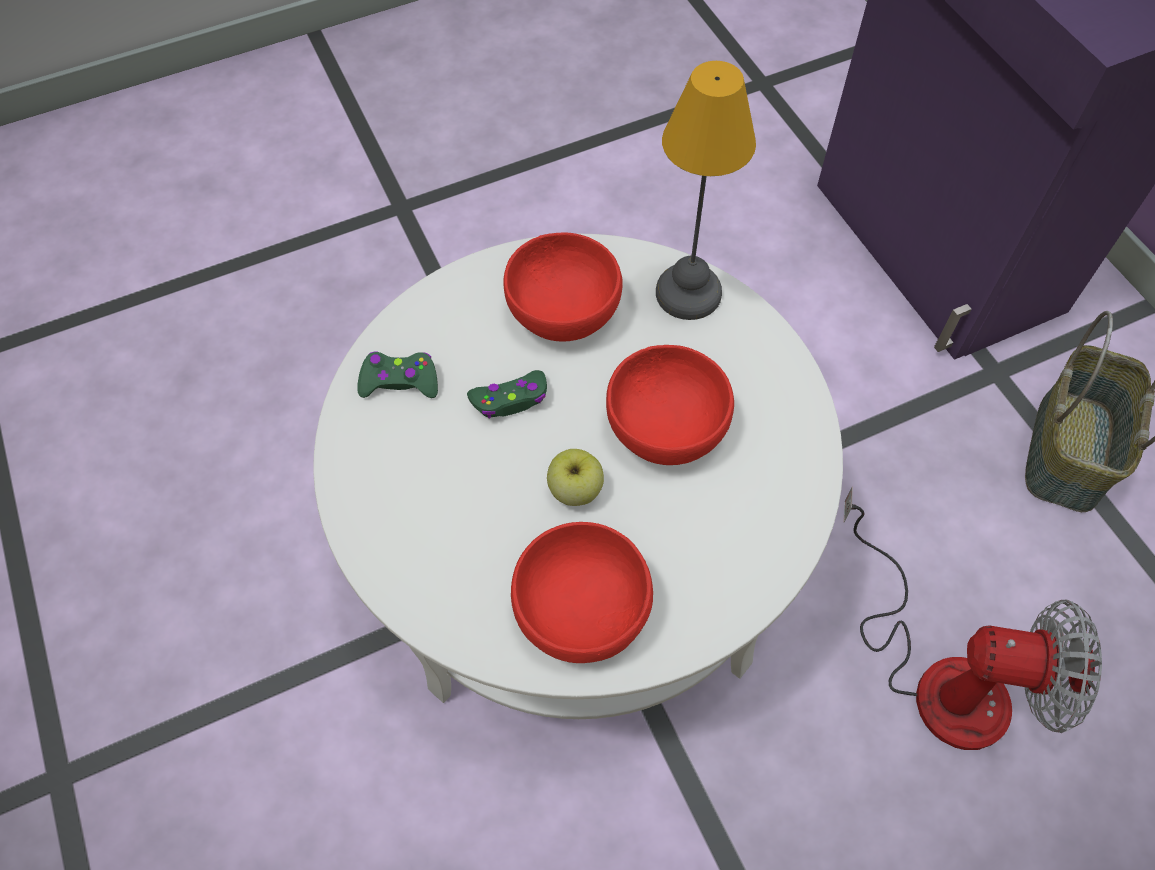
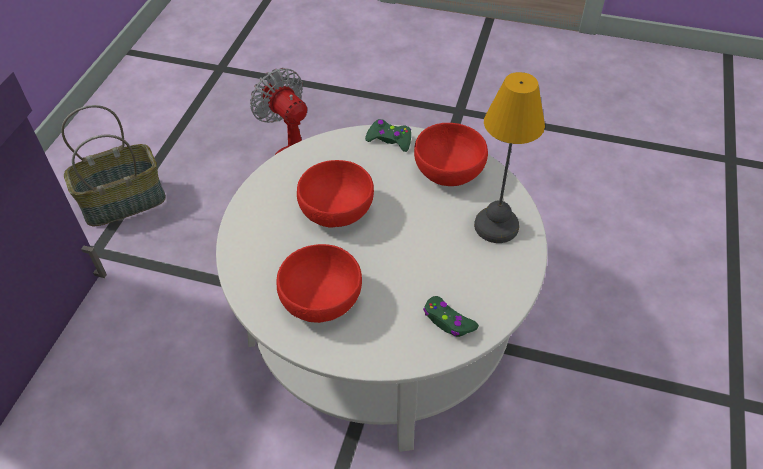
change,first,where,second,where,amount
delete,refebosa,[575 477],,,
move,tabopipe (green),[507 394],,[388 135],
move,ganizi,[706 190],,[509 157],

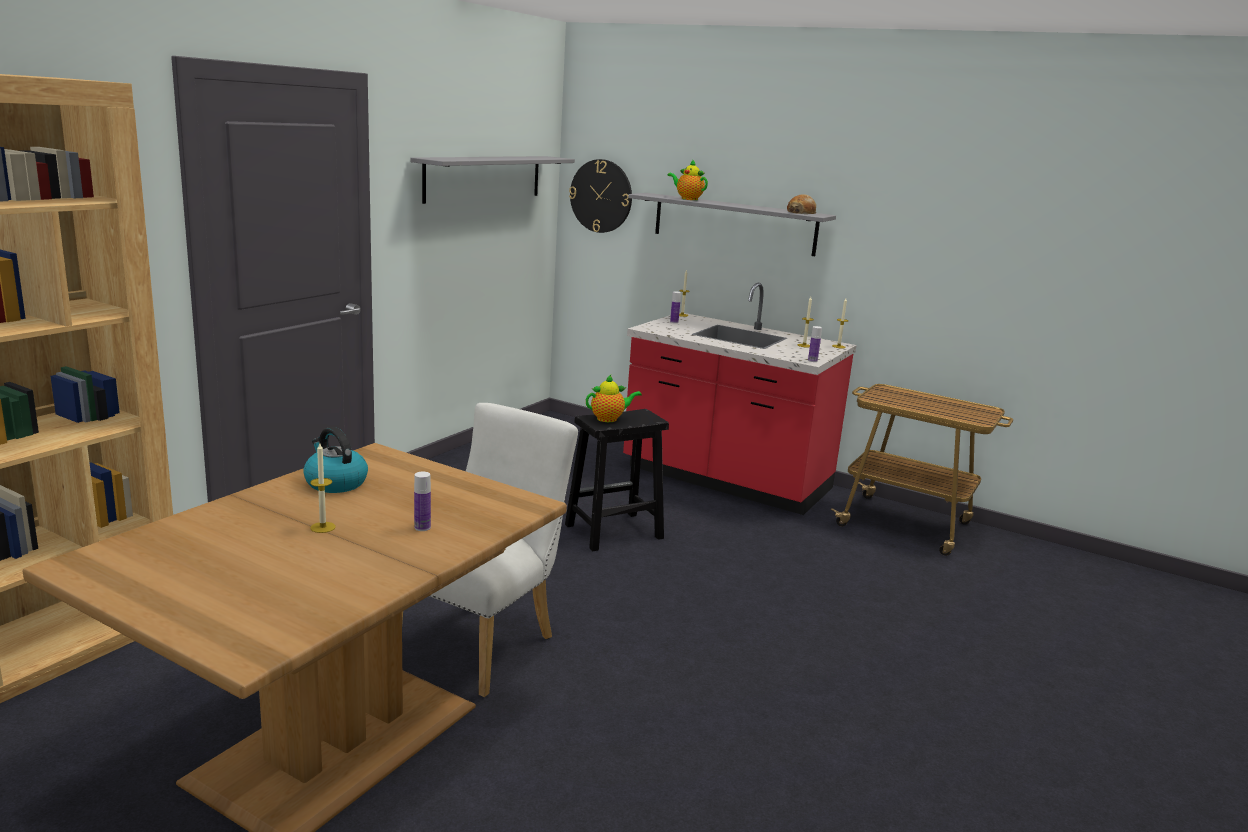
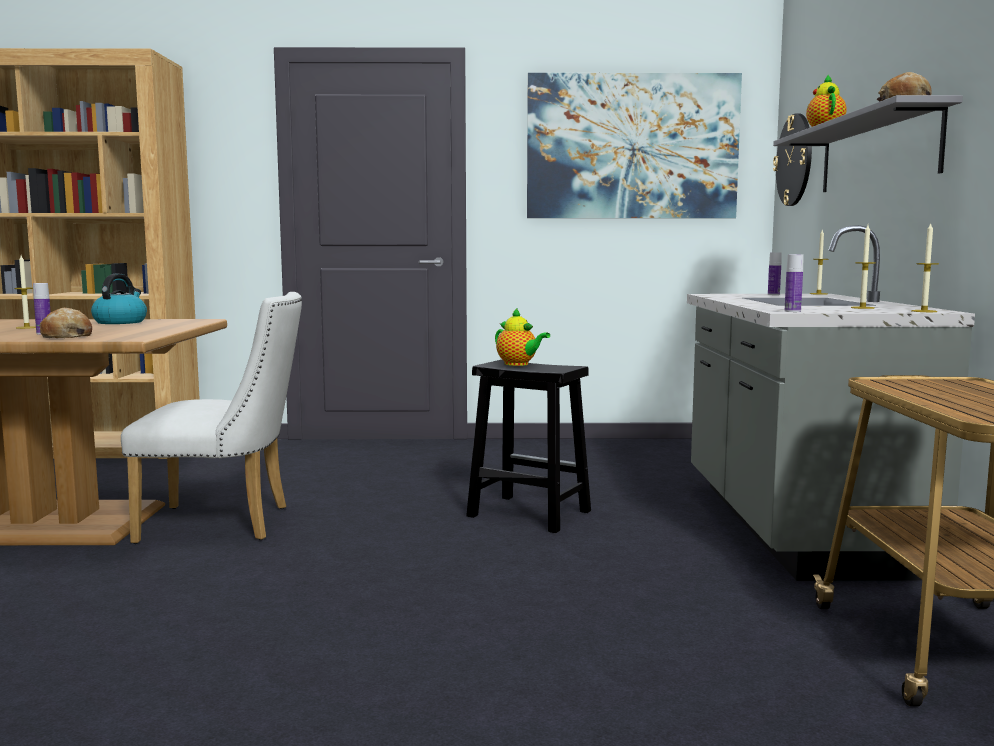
change,first,where,second,where,amount
insert,,,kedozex,[65 323],
replace,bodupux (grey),[492 180],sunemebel,[634 145],
recolor,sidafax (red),[740 399],sidafax (grey),[831 403],

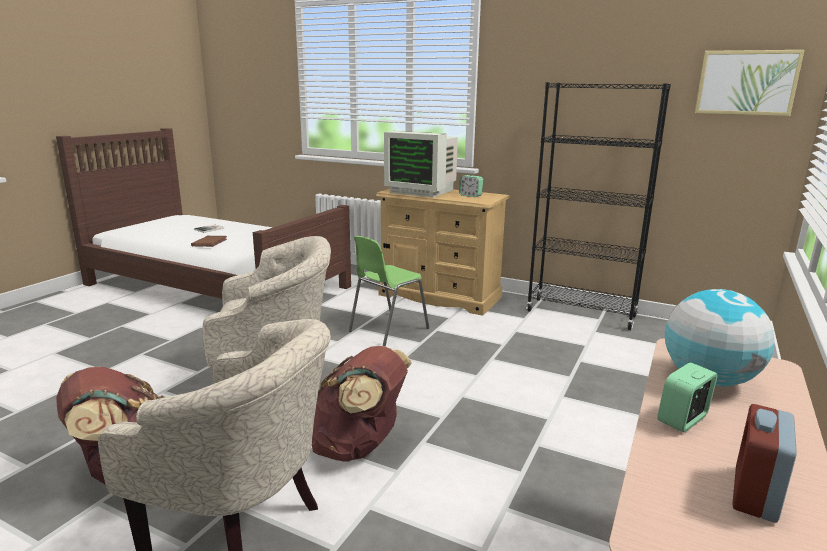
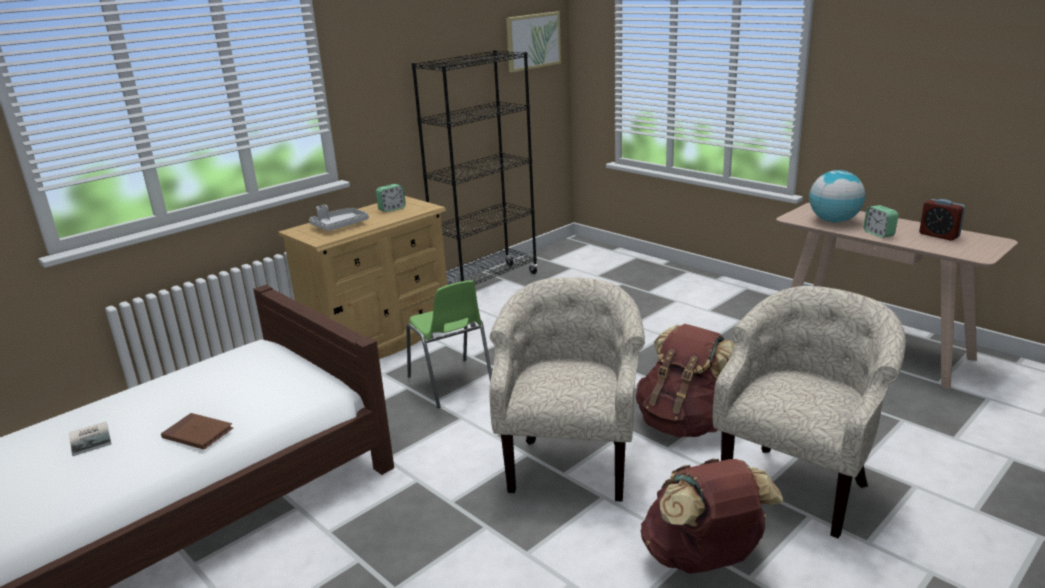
change,first,where,second,where,amount
replace,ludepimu,[421 164],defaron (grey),[339 218],

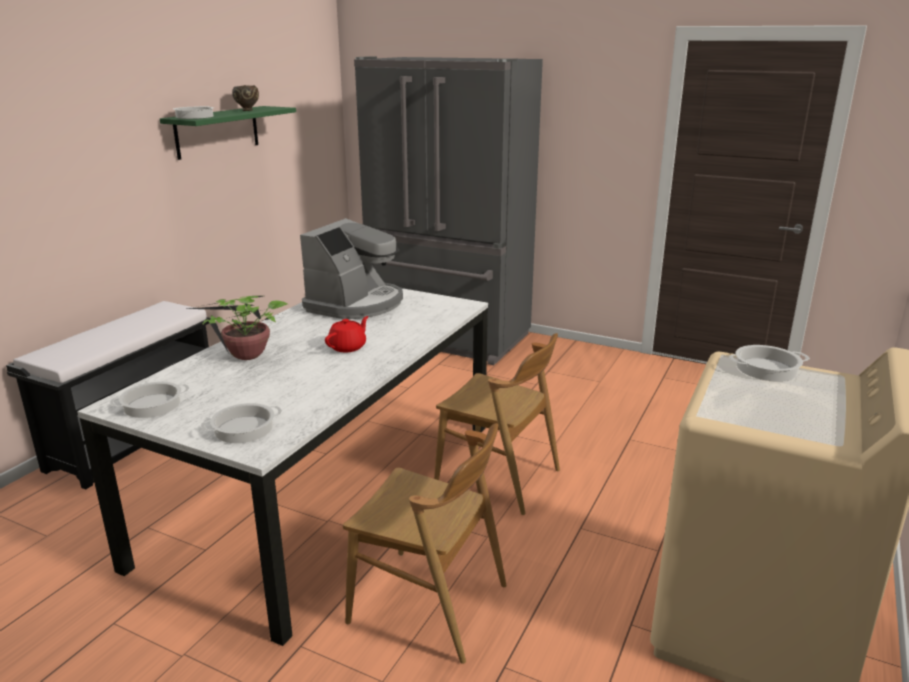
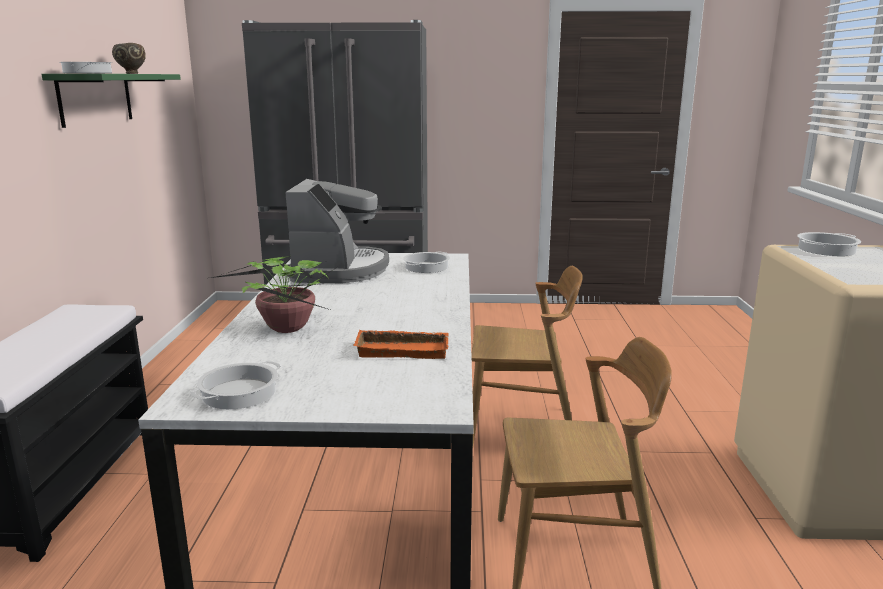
change,first,where,second,where,amount
delete,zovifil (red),[347 334],,,
insert,,,defaron (orange),[401 344],
move,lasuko,[241 423],,[426 262],

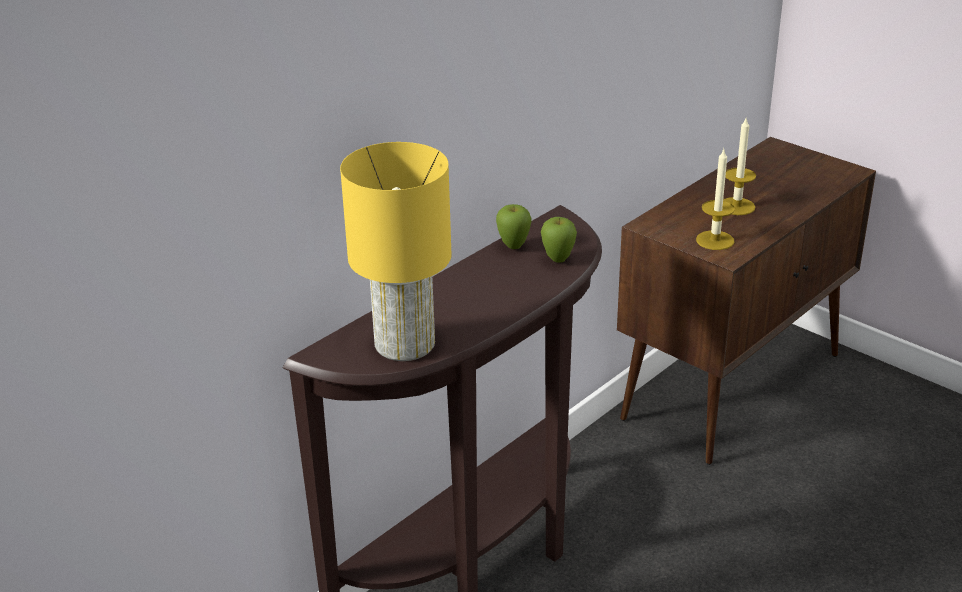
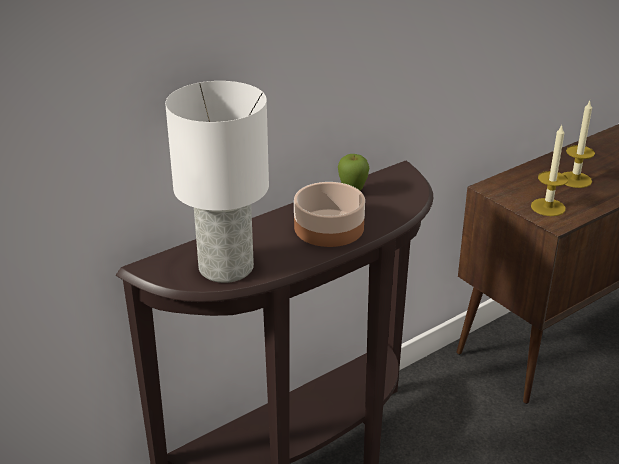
change,first,where,second,where,amount
delete,refebosa,[559 239],,,
insert,,,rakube,[329 214],
recolor,ganizi (yellow),[396 251],ganizi (white),[217 182],

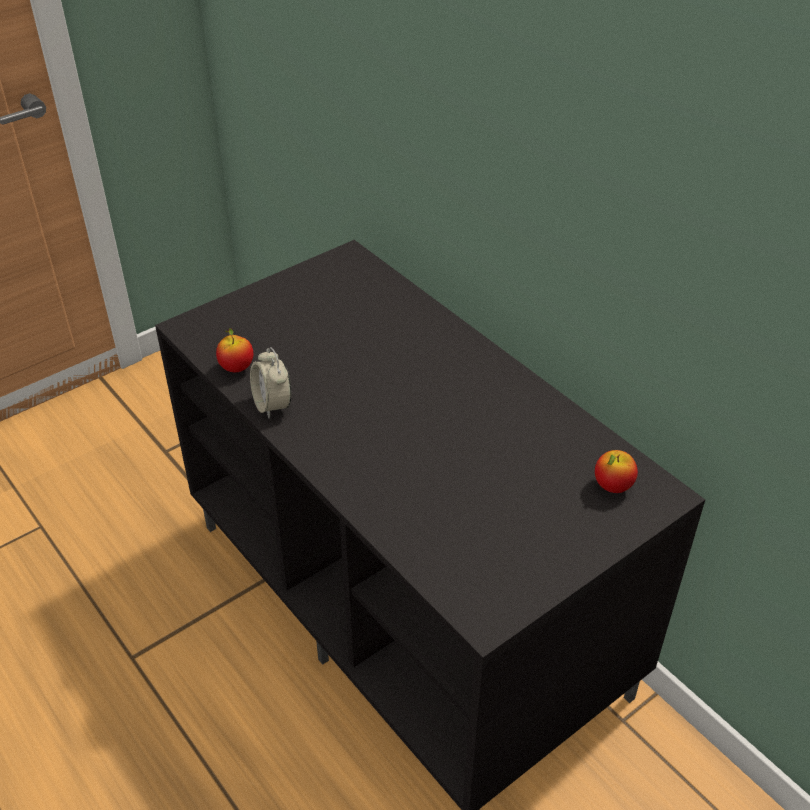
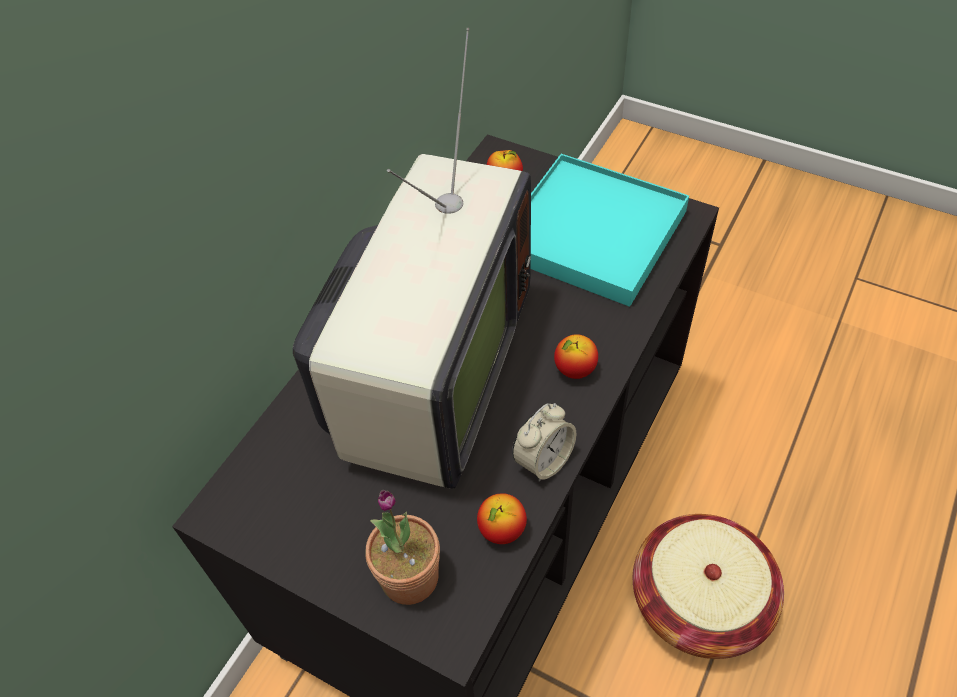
change,first,where,second,where,amount
insert,,,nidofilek,[412 258],
insert,,,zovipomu,[402 547],
insert,,,defaron (turquoise),[610 230],
insert,,,refebosa,[576 356],
insert,,,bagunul,[708 586],

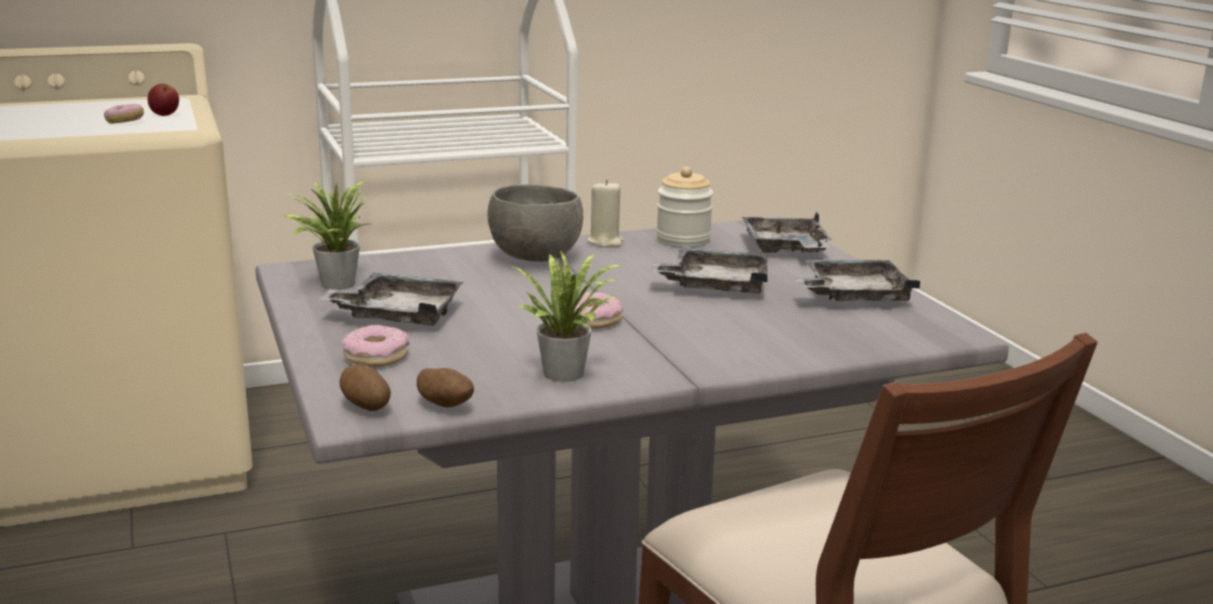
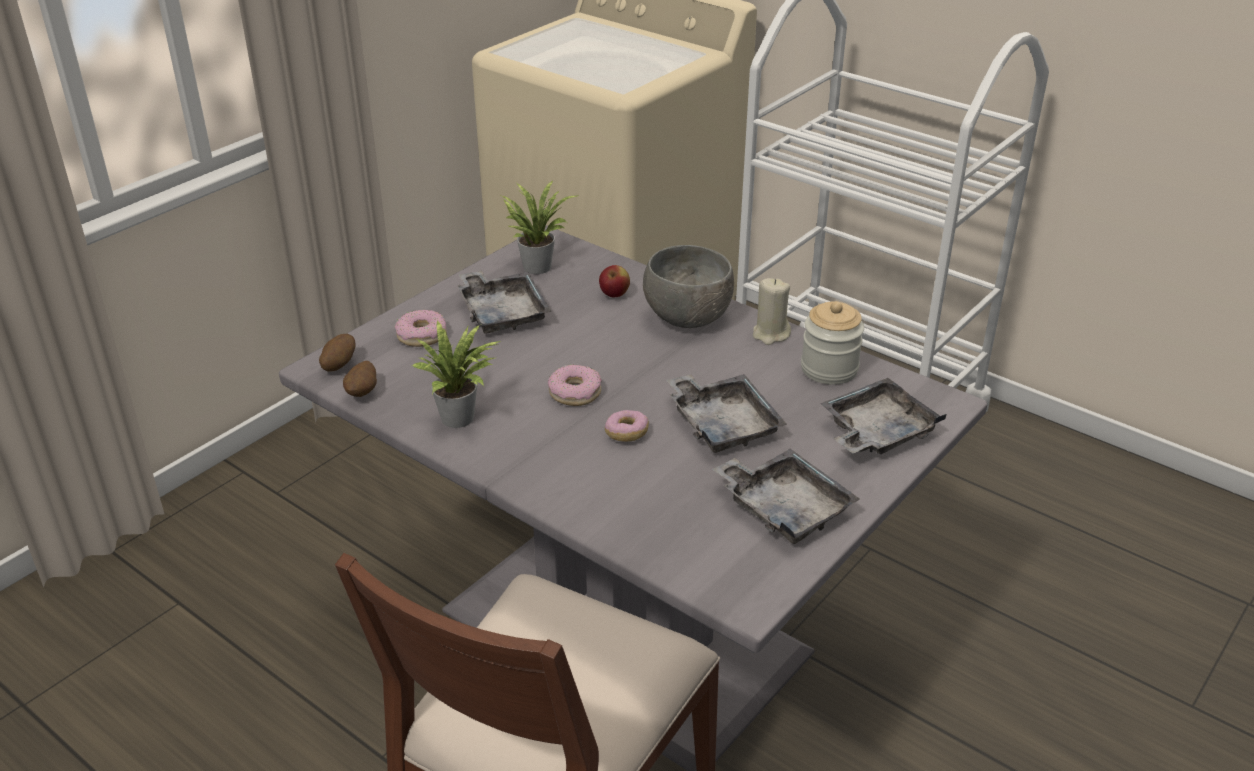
change,first,where,second,where,amount
move,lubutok,[124 114],,[627 426],
move,refebosa,[163 100],,[614 281],

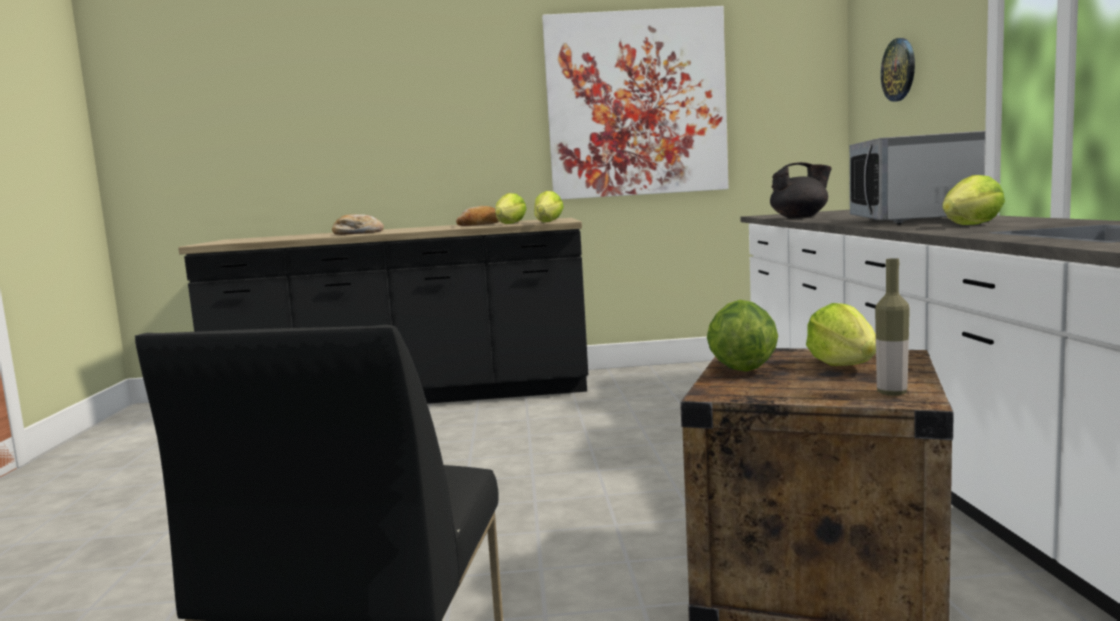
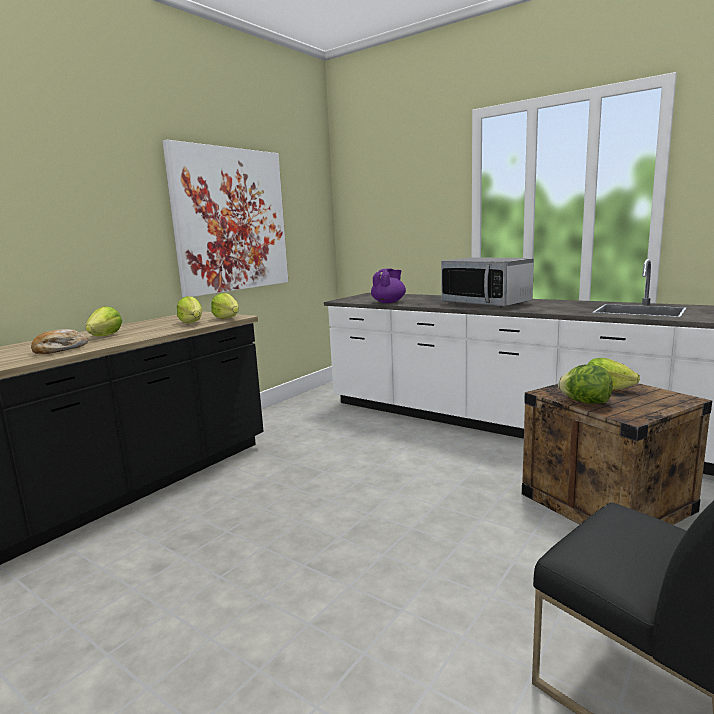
change,first,where,second,where,amount
delete,kedozex,[478 216],,,
delete,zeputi,[892 327],,,
delete,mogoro,[898 70],,,
move,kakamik,[973 200],,[103 321],
recolor,zovifil (black),[801 190],zovifil (purple),[388 285],

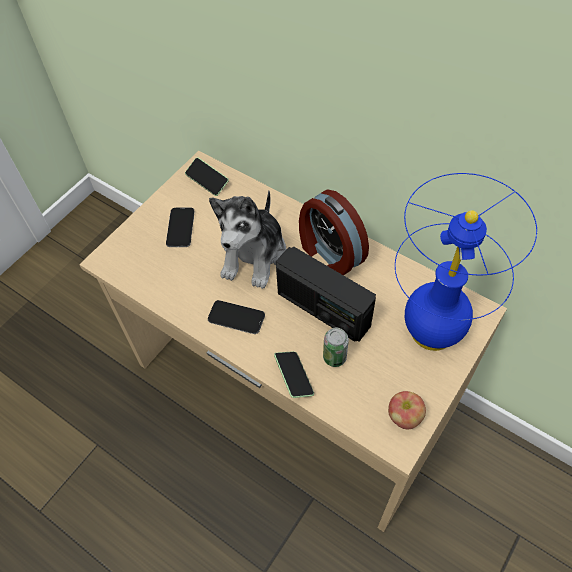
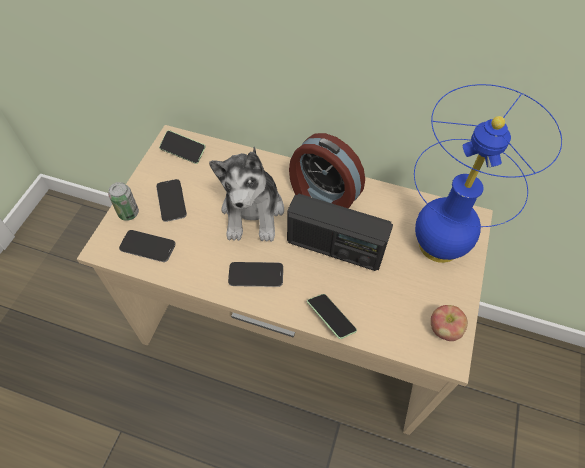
change,first,where,second,where,amount
insert,,,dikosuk,[147 246],
move,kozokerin,[336 347],,[123 201],

